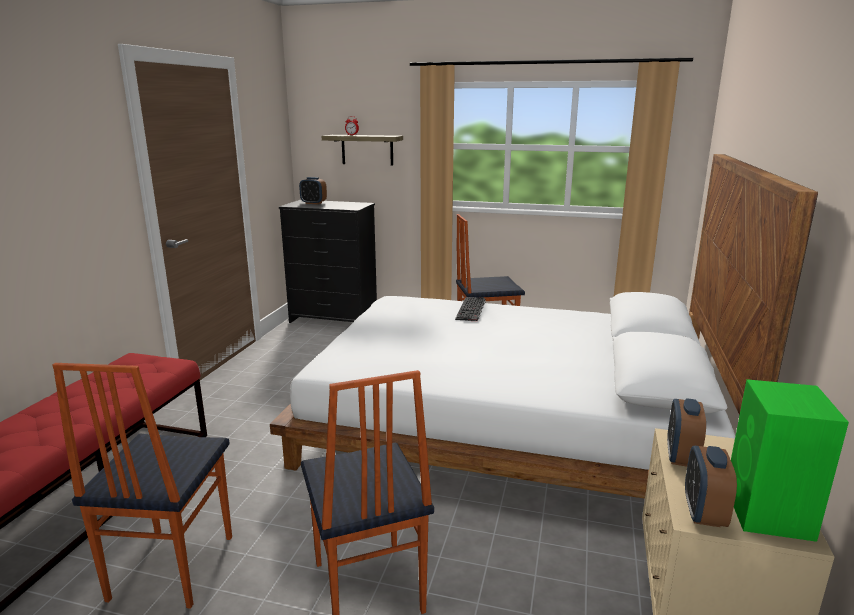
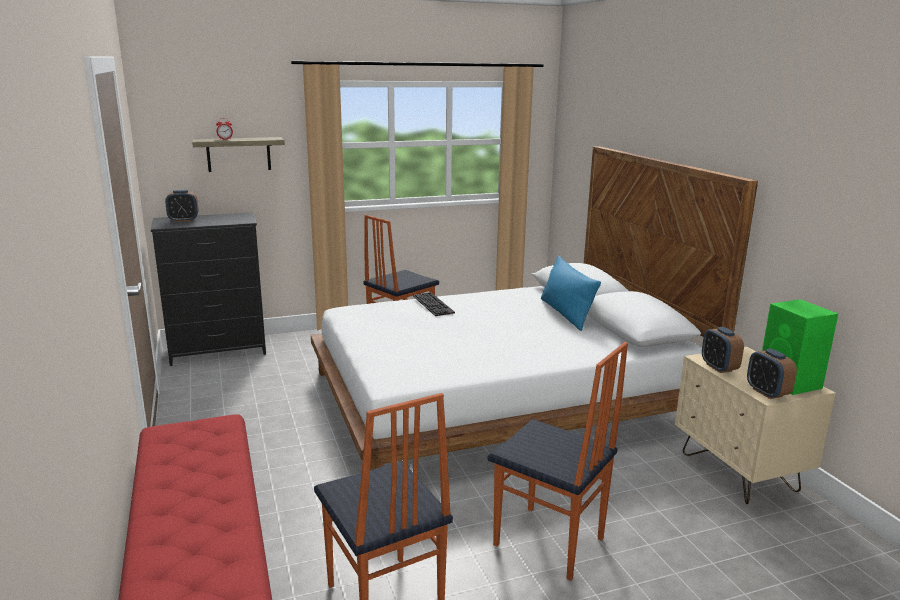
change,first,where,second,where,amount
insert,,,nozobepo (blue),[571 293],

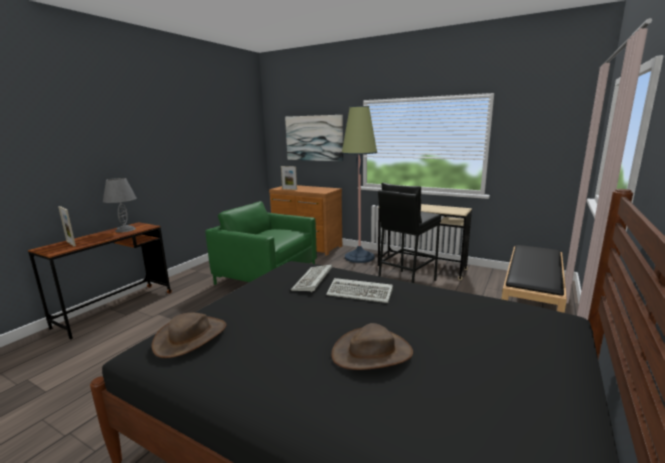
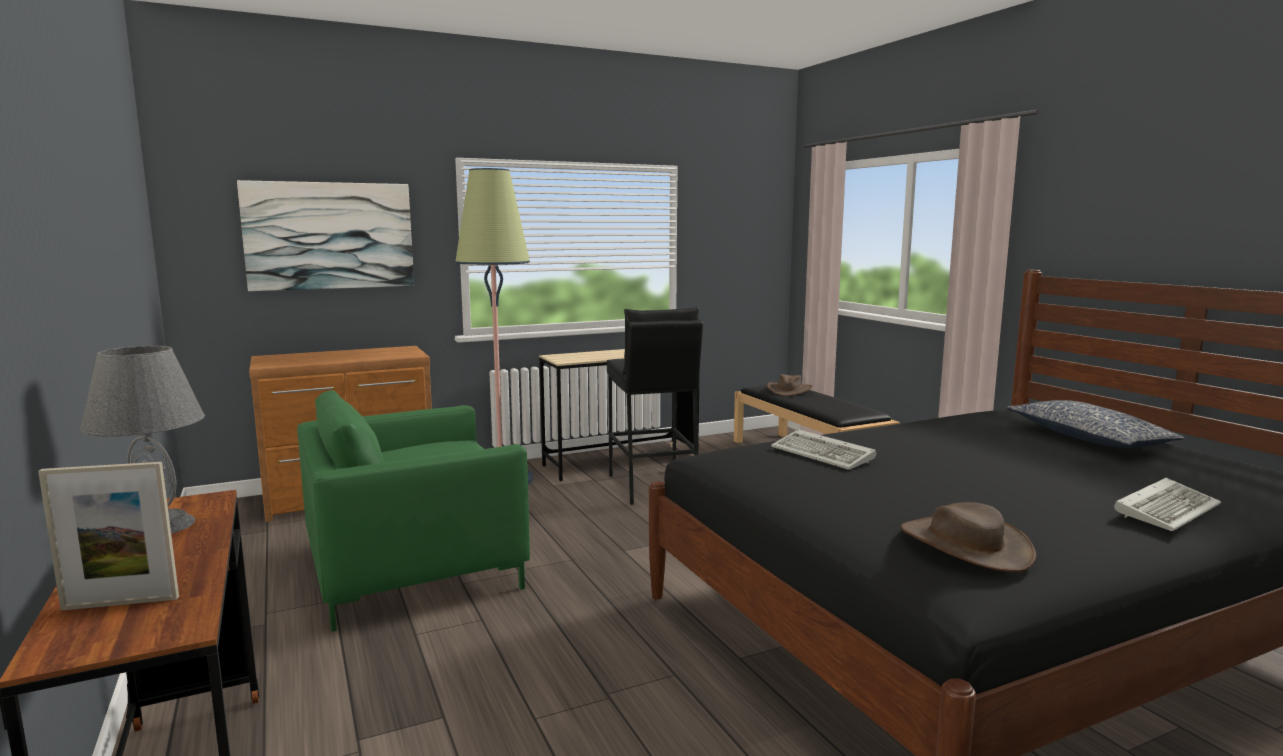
change,first,where,second,where,amount
delete,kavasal,[289 178],,,
insert,,,nozobepo,[1096 424],
move,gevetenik,[359 290],,[1167 504],
move,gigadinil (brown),[372 346],,[790 385],

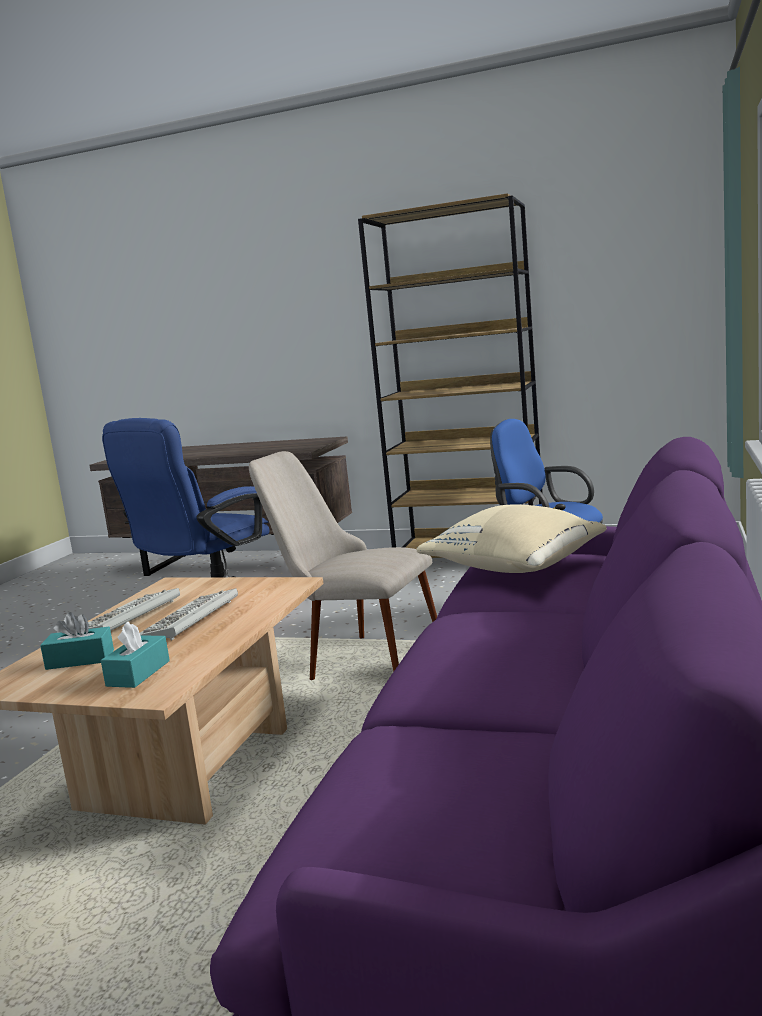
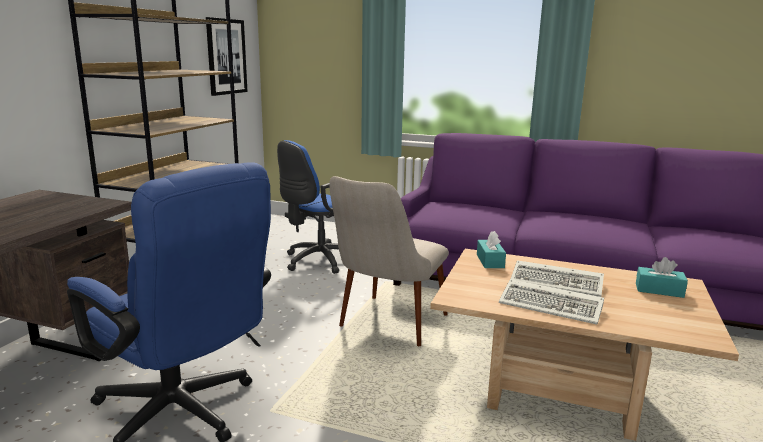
change,first,where,second,where,amount
delete,nozobepo (beige),[511 538],,,
insert,,,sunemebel,[226 56],
move,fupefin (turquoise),[77 641],,[491 249],

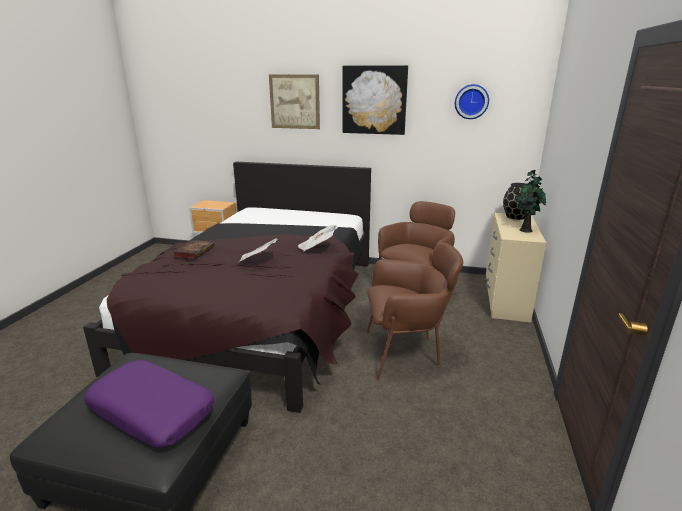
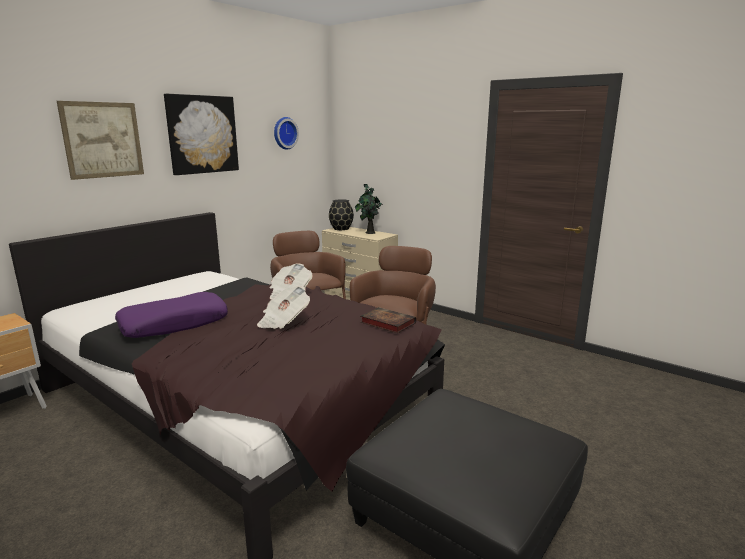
change,first,where,second,where,amount
move,nozobepo (purple),[149 404],,[171 315],
move,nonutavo,[193 249],,[388 320],

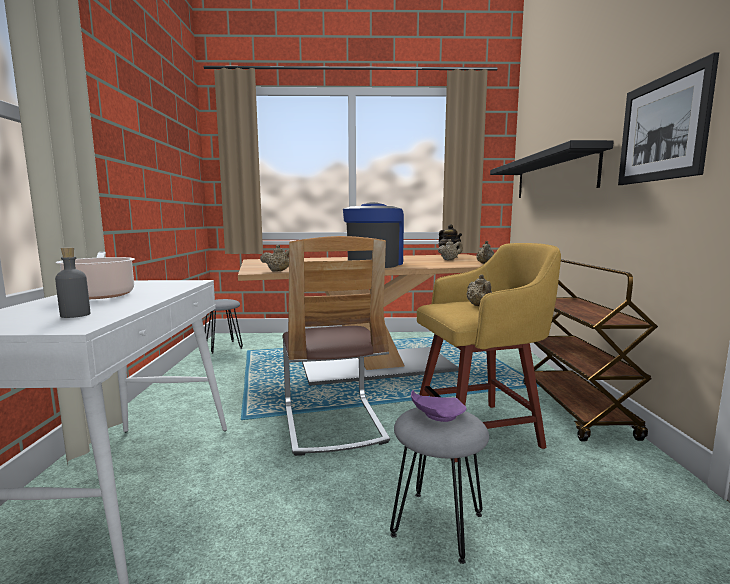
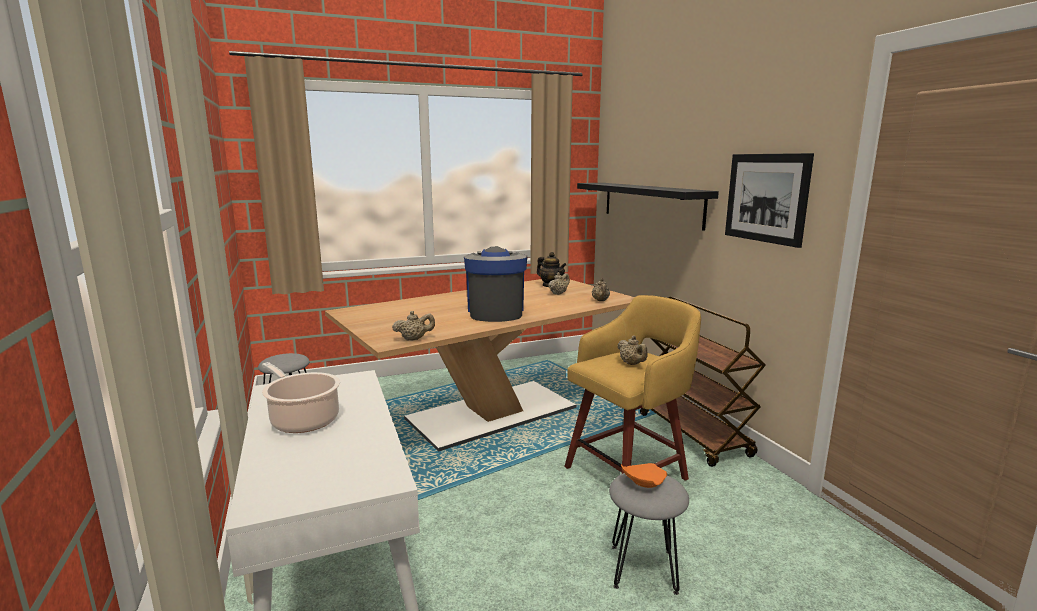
change,first,where,second,where,amount
delete,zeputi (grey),[72 282],,,
delete,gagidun,[336 346],,,
recolor,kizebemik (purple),[439 406],kizebemik (orange),[644 475],

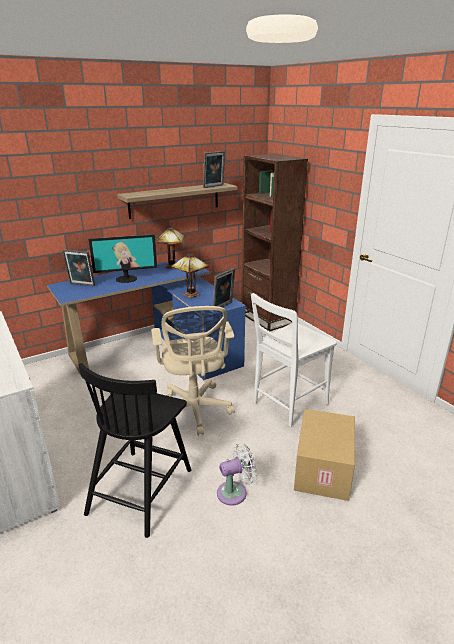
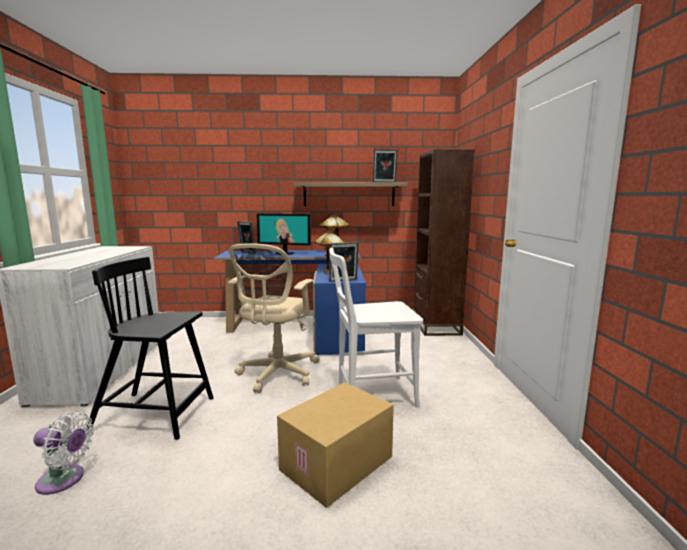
change,first,where,second,where,amount
move,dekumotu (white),[237 474],,[63 453],
rotate,gagidun (black),[134 450],,[150 348],45 degrees clockwise

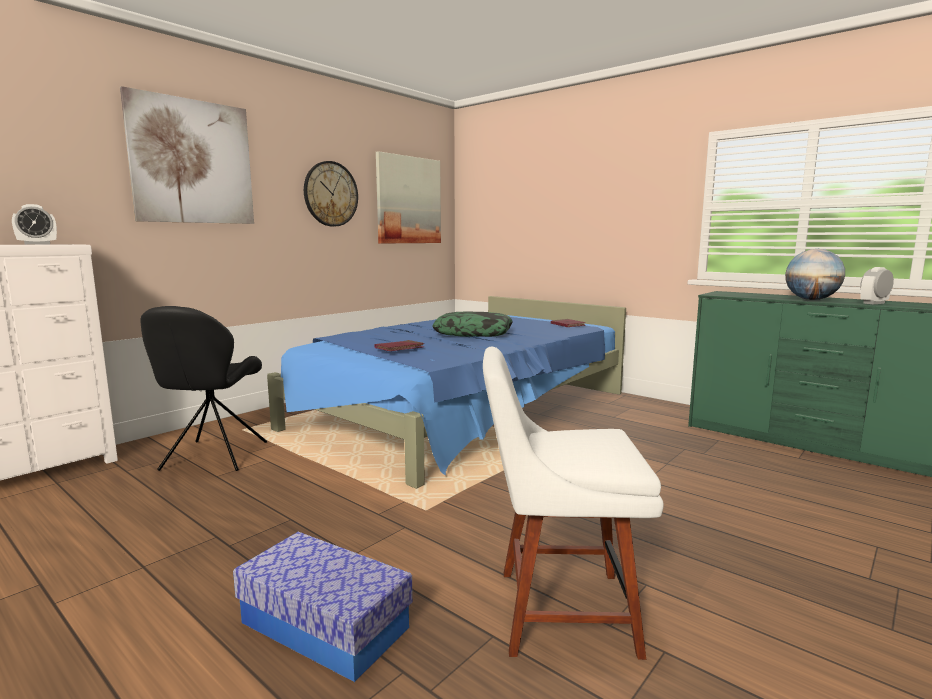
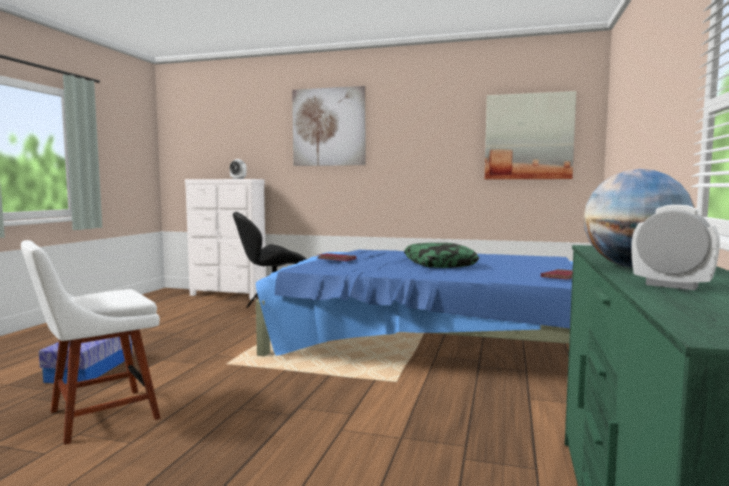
change,first,where,second,where,amount
delete,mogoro,[331 194],,,
rotate,gagidun (white),[573 503],,[91 342],105 degrees counterclockwise

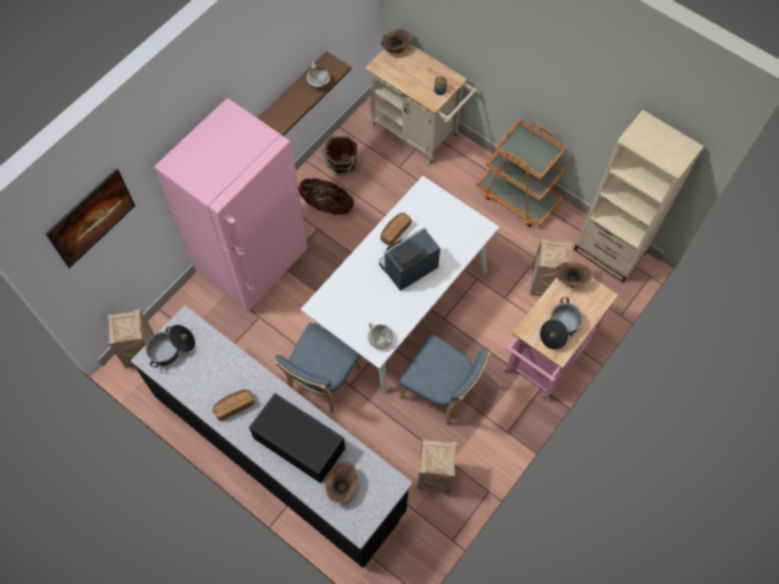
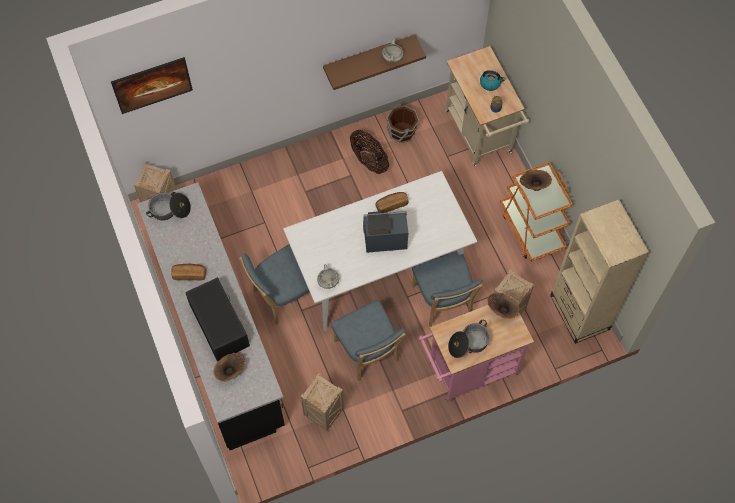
change,first,where,second,where,amount
delete,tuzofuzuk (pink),[231 204],,,
insert,,,gagidun (blue),[447 288],
insert,,,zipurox,[492 80],
move,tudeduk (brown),[396 41],,[536 180],

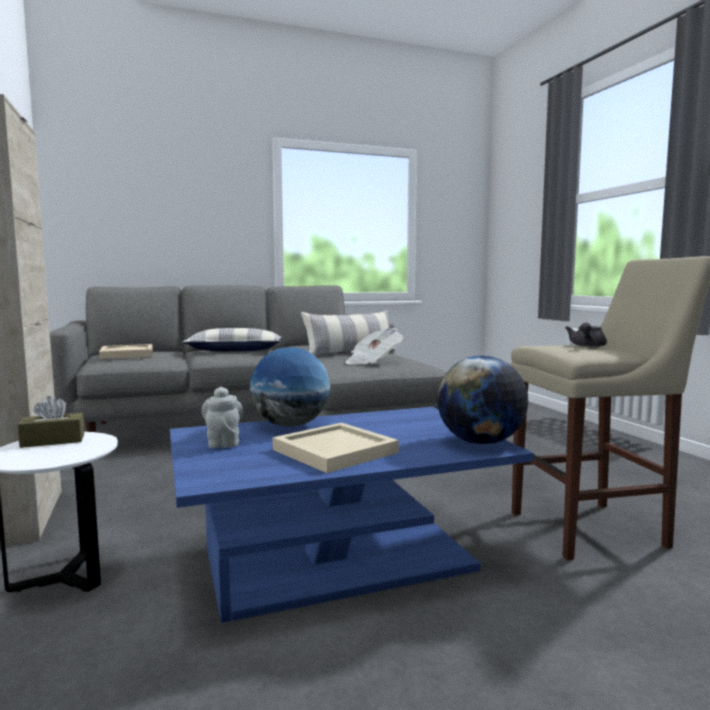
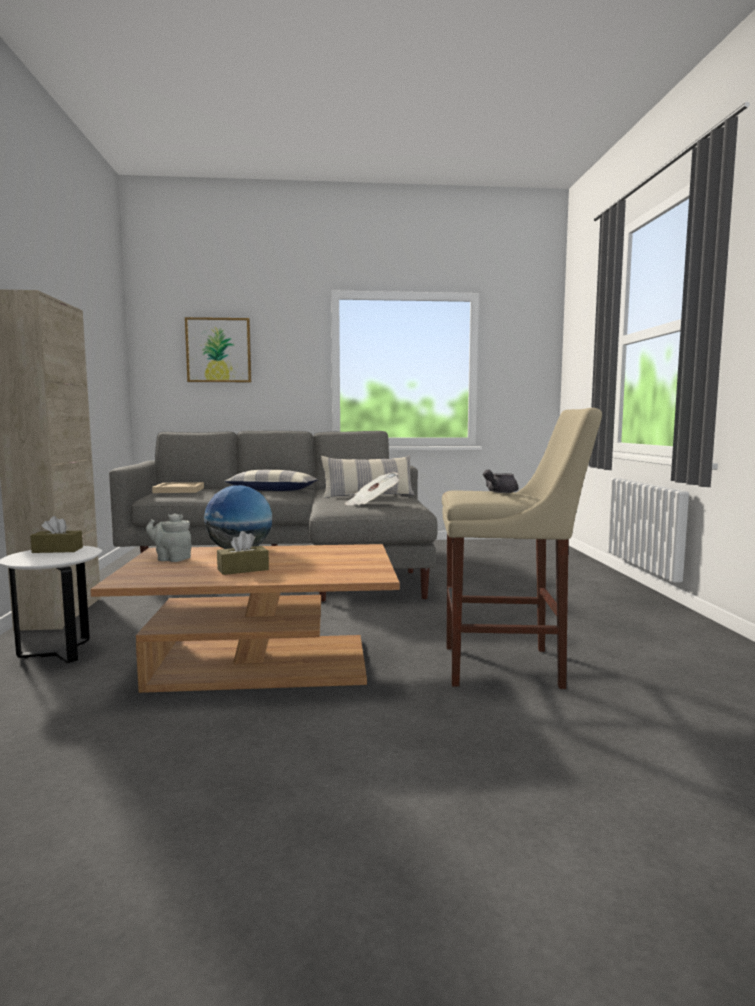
change,first,where,second,where,amount
delete,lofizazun,[482 400],,,
insert,,,sunemebel,[218 349],
replace,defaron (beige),[335 448],fupefin (brown),[243 553],
recolor,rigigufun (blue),[352 515],rigigufun (brown),[245 618],
rotate,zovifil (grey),[223 417],,[169 537],75 degrees counterclockwise

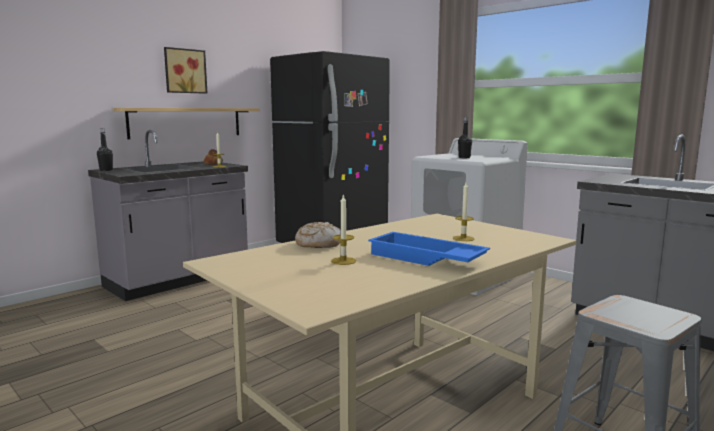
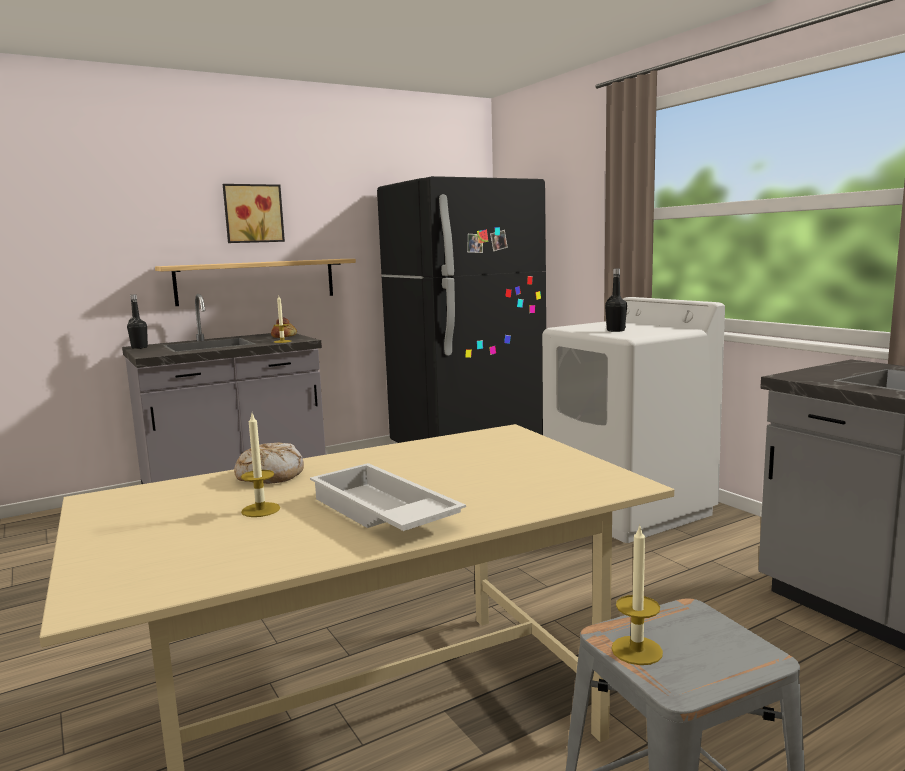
change,first,where,second,where,amount
move,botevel,[464 212],,[637 594],
recolor,defaron (blue),[429 249],defaron (white),[388 497],

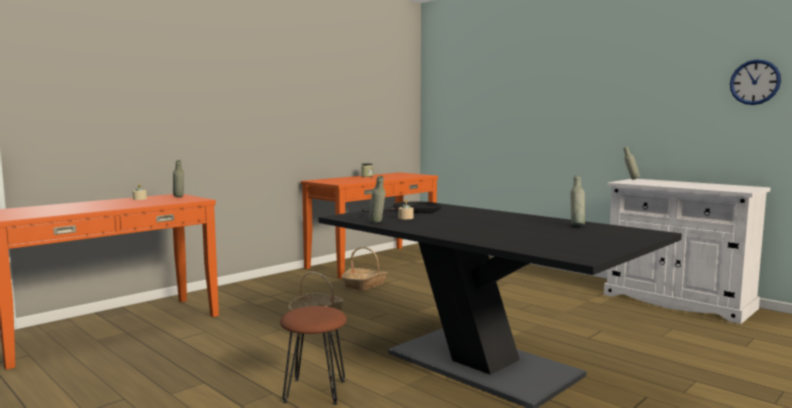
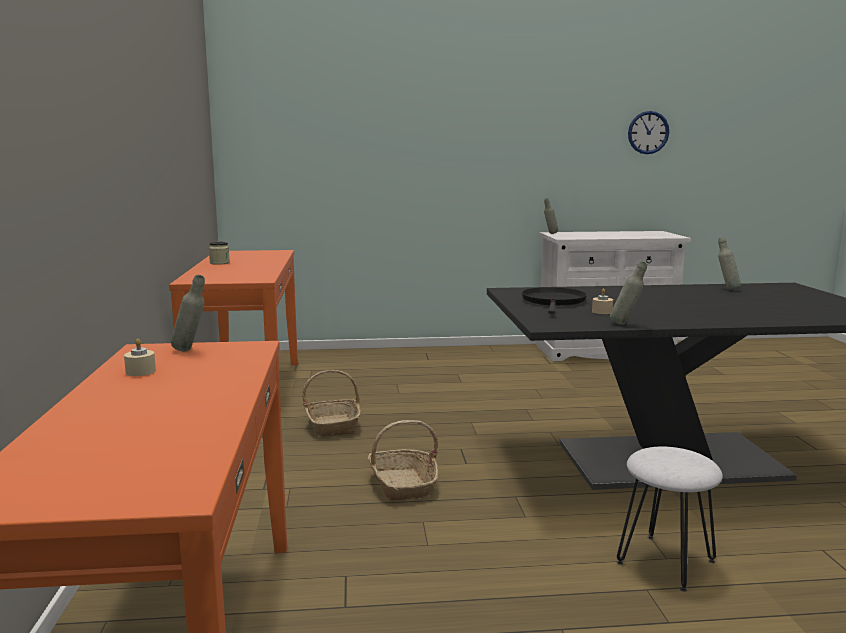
change,first,where,second,where,amount
recolor,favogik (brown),[313 355],favogik (white),[670 519],

